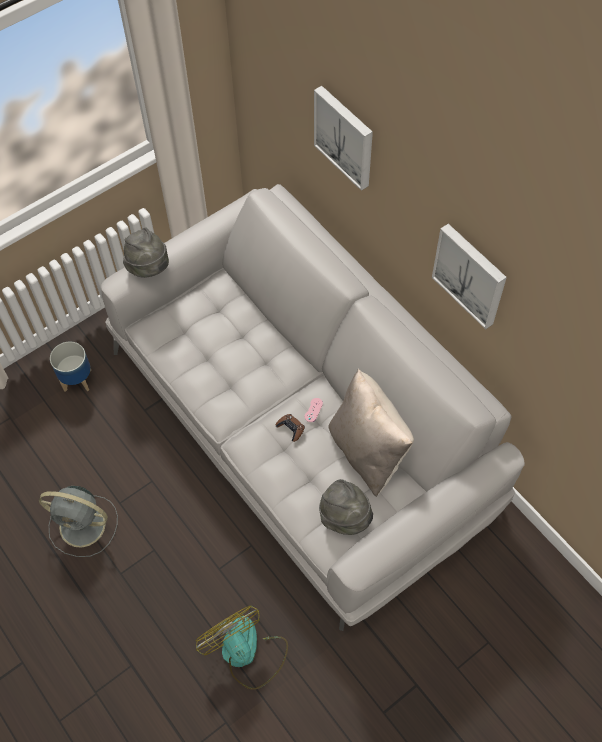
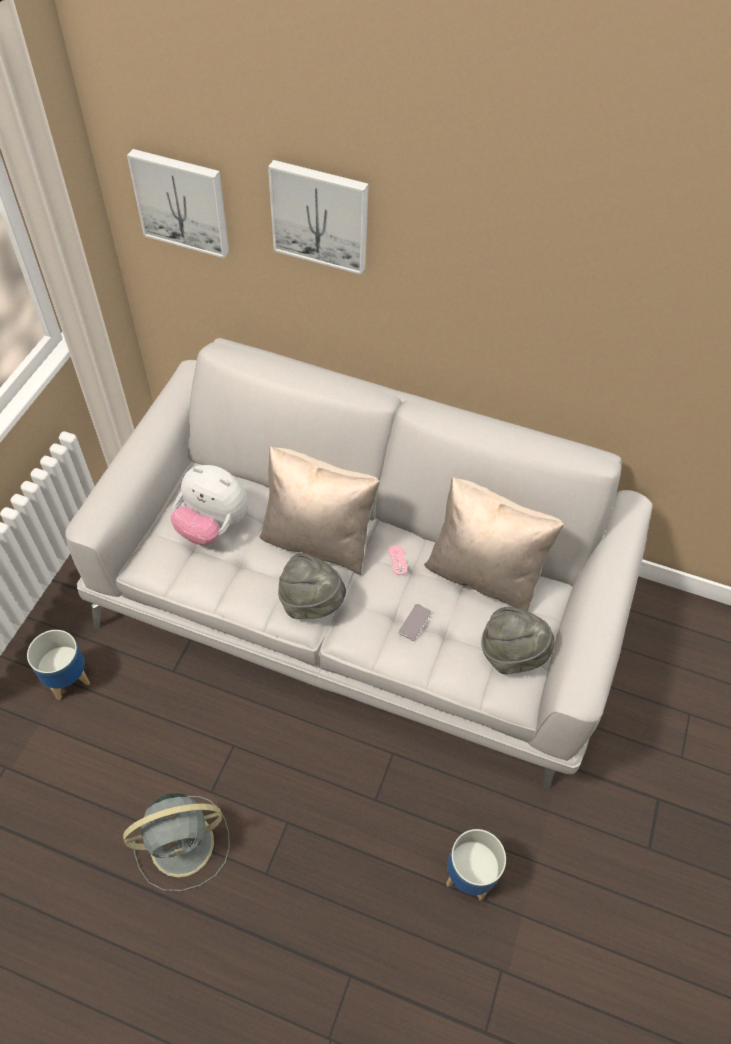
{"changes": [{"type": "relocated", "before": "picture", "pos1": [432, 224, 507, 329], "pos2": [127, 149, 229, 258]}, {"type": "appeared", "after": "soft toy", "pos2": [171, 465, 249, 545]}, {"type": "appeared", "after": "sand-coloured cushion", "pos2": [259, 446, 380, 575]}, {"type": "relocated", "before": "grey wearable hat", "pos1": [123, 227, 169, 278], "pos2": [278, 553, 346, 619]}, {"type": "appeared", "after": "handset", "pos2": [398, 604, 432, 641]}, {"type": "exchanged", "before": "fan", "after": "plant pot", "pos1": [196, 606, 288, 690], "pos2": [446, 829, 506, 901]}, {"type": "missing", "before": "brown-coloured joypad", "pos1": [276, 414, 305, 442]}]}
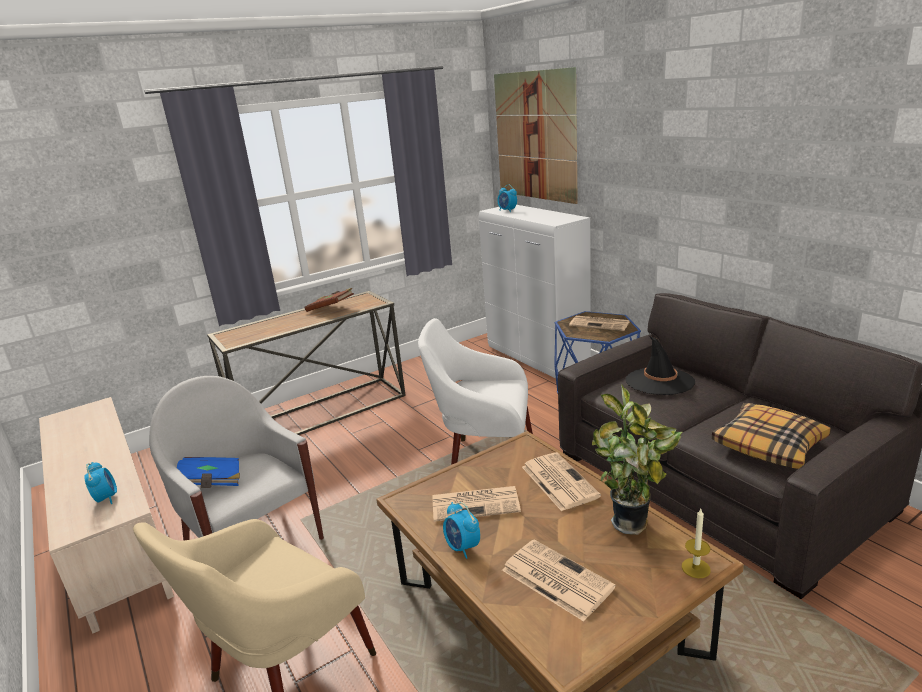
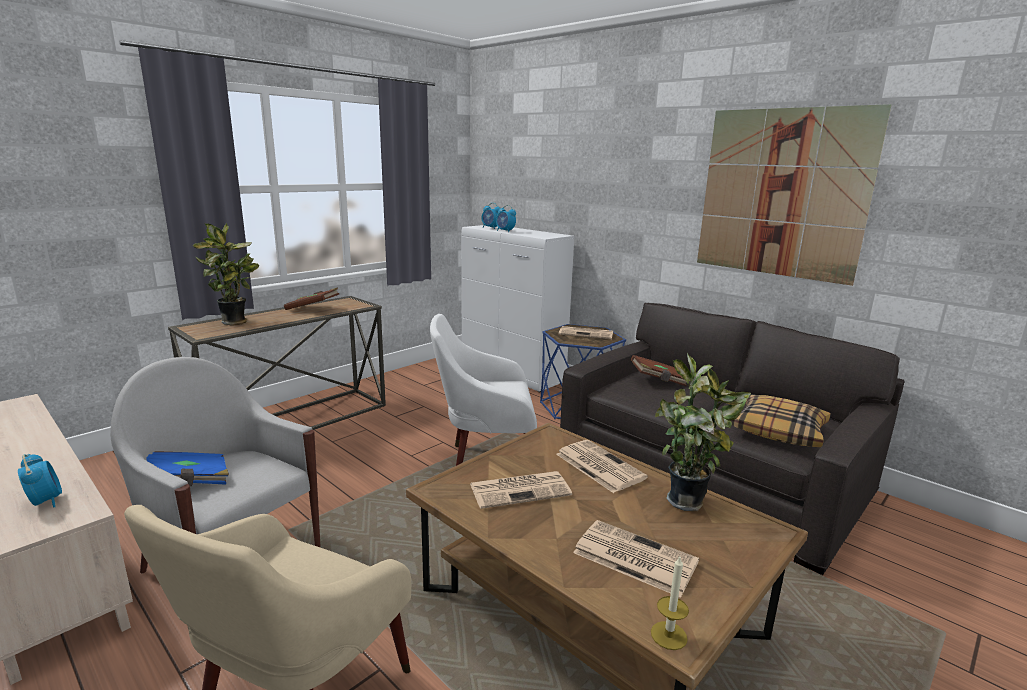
{"changes": [{"type": "appeared", "after": "potted plant", "pos2": [193, 223, 259, 325]}, {"type": "relocated", "before": "alarm clock", "pos1": [443, 502, 480, 559], "pos2": [496, 205, 516, 232]}, {"type": "exchanged", "before": "black wearable hat", "after": "brown-coloured book", "pos1": [626, 336, 695, 395], "pos2": [631, 355, 687, 386]}, {"type": "relocated", "before": "wax light", "pos1": [682, 509, 711, 578], "pos2": [651, 557, 689, 650]}, {"type": "relocated", "before": "picture", "pos1": [494, 67, 578, 204], "pos2": [697, 104, 891, 286]}]}
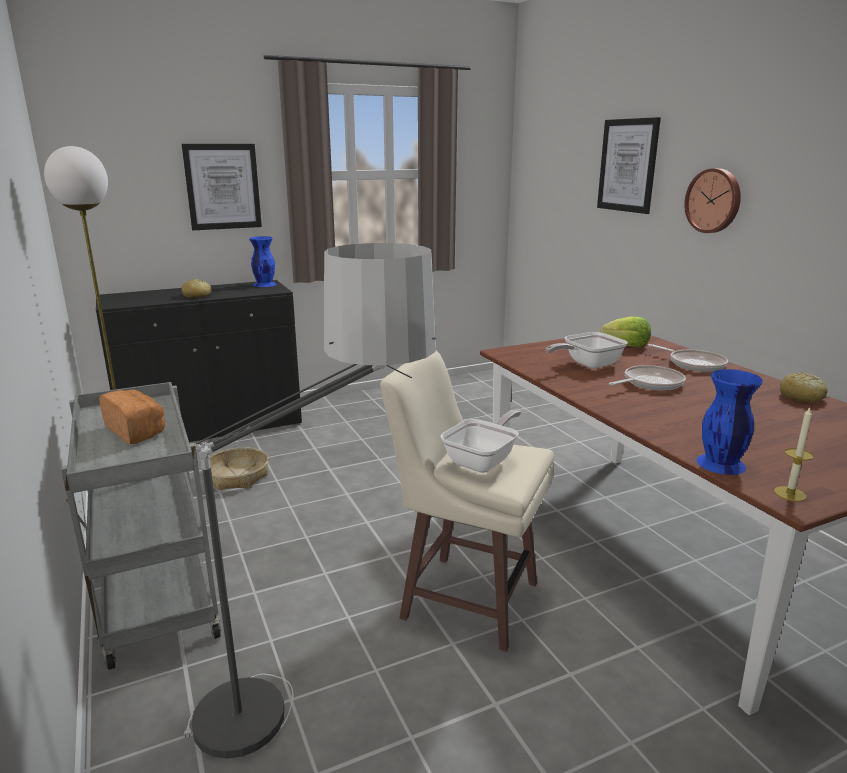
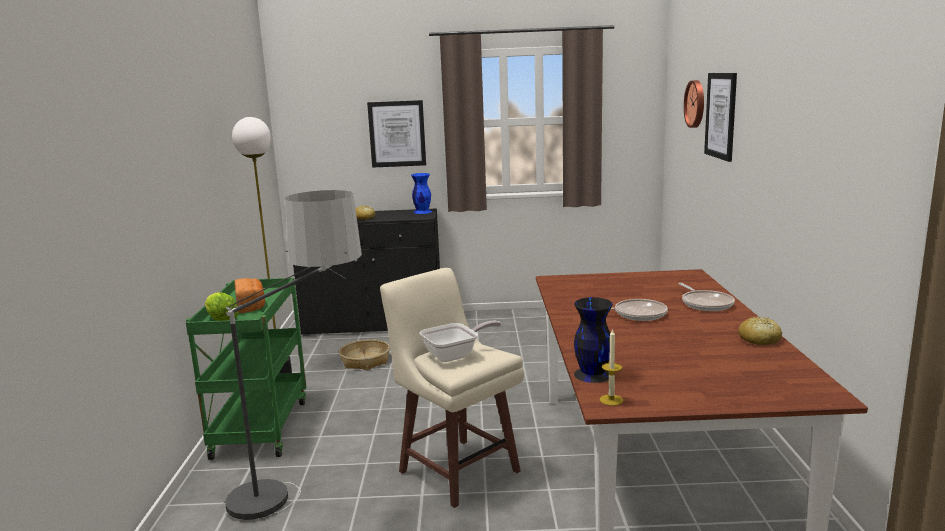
{"changes": [{"type": "colour", "before": "grey cart", "after": "green cart", "pos1": [61, 382, 221, 670], "pos2": [186, 278, 306, 460]}, {"type": "relocated", "before": "lettuce", "pos1": [601, 316, 651, 347], "pos2": [205, 292, 239, 321]}, {"type": "colour", "before": "blue-coloured decorative vase", "after": "black decorative vase", "pos1": [696, 369, 763, 475], "pos2": [574, 297, 613, 383]}, {"type": "relocated", "before": "clock on the wall", "pos1": [684, 168, 741, 233], "pos2": [684, 80, 704, 128]}, {"type": "missing", "before": "pan", "pos1": [546, 332, 628, 368]}]}
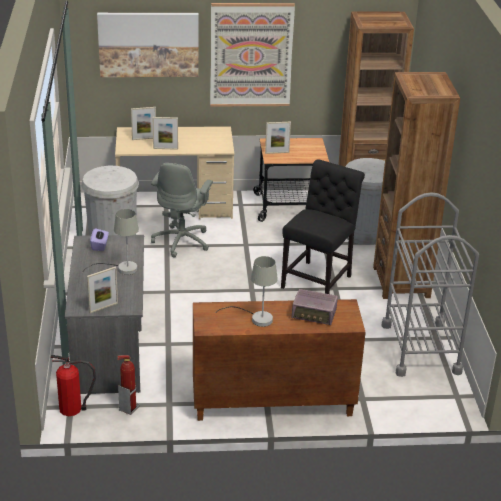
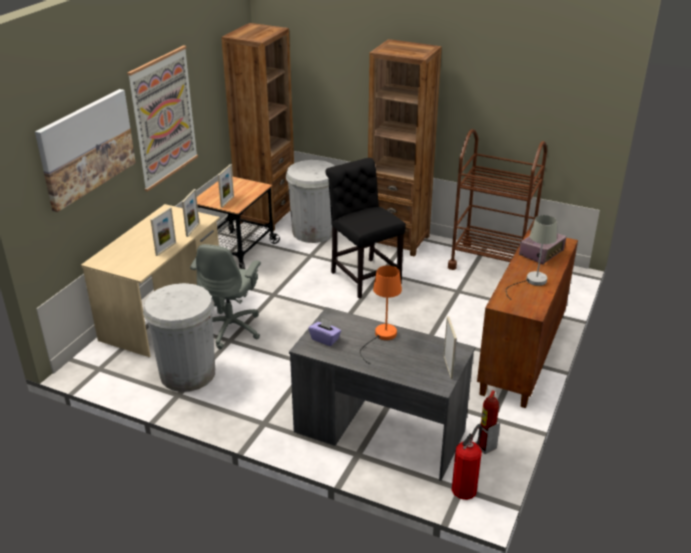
{"changes": [{"type": "relocated", "before": "picture frame", "pos1": [131, 107, 156, 140], "pos2": [182, 189, 200, 237]}, {"type": "spun", "before": "grey desk chair", "pos1": [151, 163, 213, 258], "pos2": [190, 244, 261, 349], "turn": 60}, {"type": "colour", "before": "grey table lamp", "after": "orange table lamp", "pos1": [83, 209, 139, 275], "pos2": [360, 265, 402, 364]}, {"type": "colour", "before": "grey cart", "after": "brown-coloured cart", "pos1": [381, 192, 479, 377], "pos2": [448, 129, 547, 270]}]}
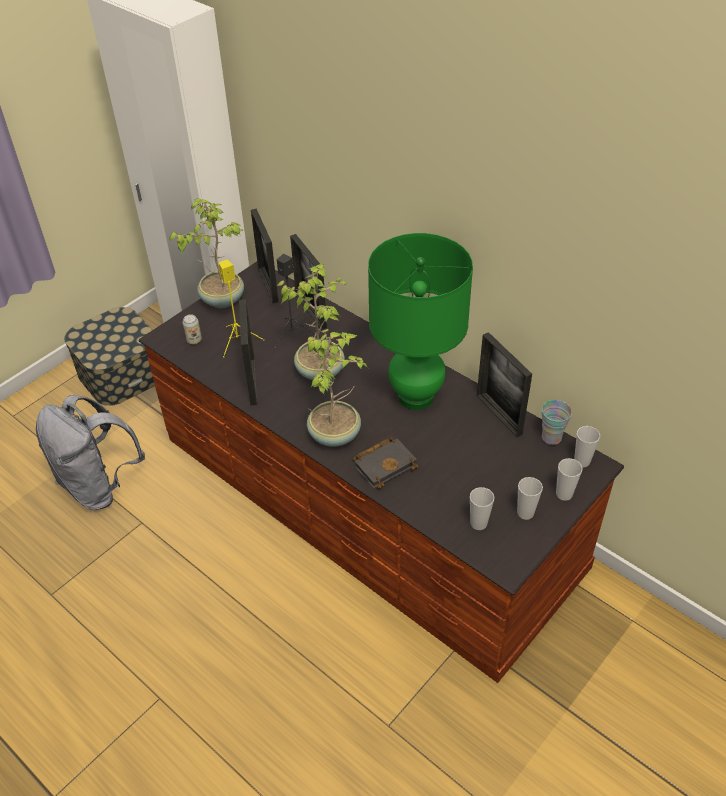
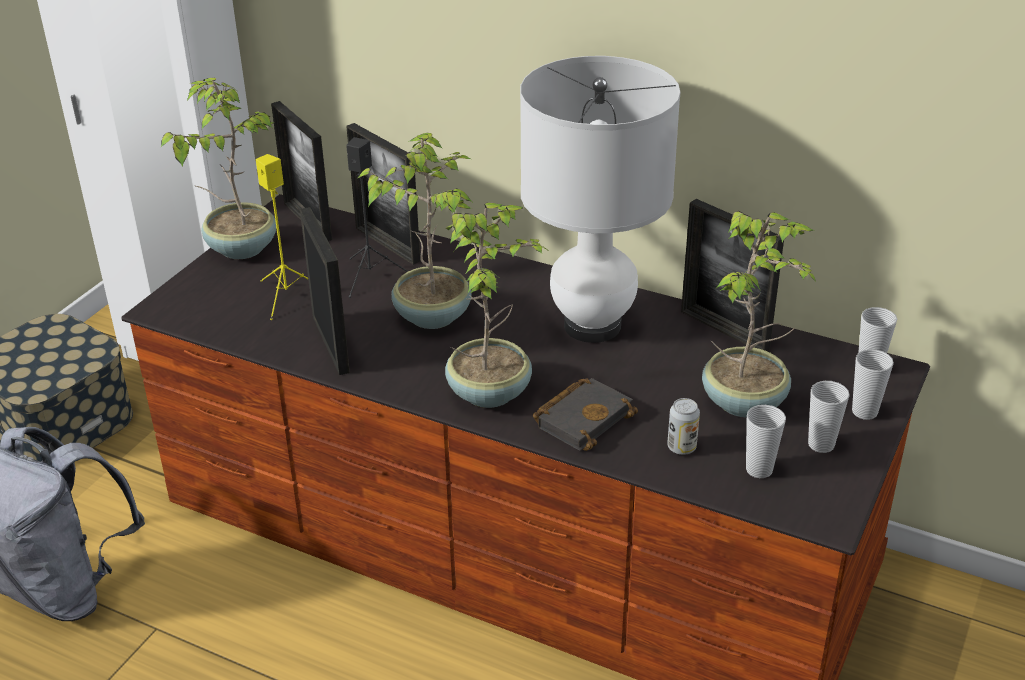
{"changes": [{"type": "colour", "before": "green table lamp", "after": "white-coloured table lamp", "pos1": [368, 233, 473, 410], "pos2": [520, 56, 680, 343]}, {"type": "relocated", "before": "can", "pos1": [183, 314, 202, 344], "pos2": [667, 398, 700, 455]}, {"type": "appeared", "after": "potted plant", "pos2": [702, 211, 816, 417]}, {"type": "missing", "before": "cup", "pos1": [542, 400, 572, 445]}]}
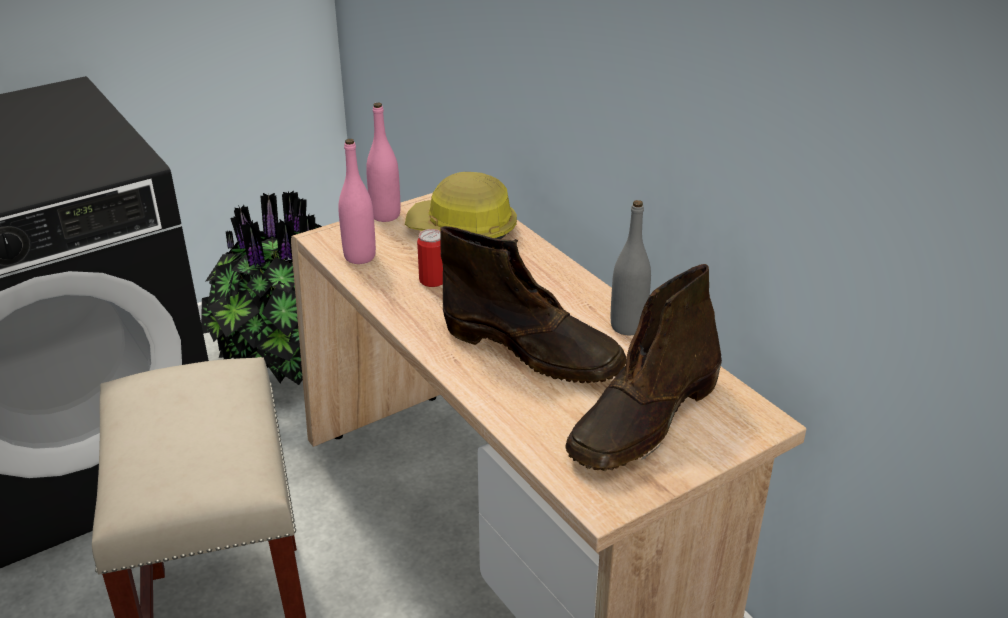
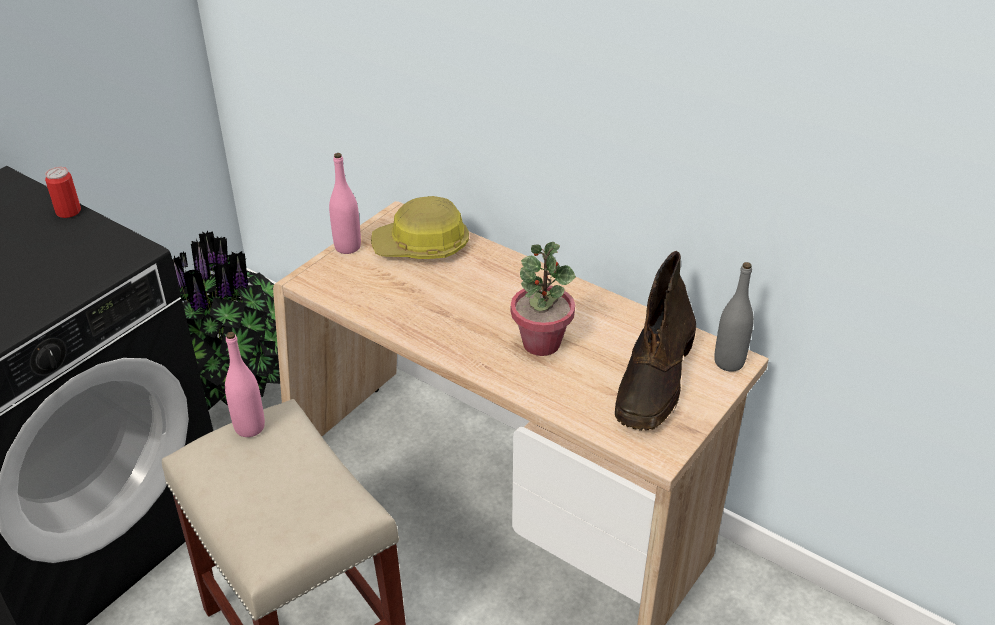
{"changes": [{"type": "relocated", "before": "can", "pos1": [417, 229, 443, 287], "pos2": [45, 167, 81, 218]}, {"type": "relocated", "before": "pink-coloured drink bottle", "pos1": [338, 139, 376, 264], "pos2": [225, 332, 265, 437]}, {"type": "exchanged", "before": "brown-coloured high-top boot", "after": "potted plant", "pos1": [440, 226, 626, 383], "pos2": [511, 242, 576, 356]}, {"type": "relocated", "before": "grey drink bottle", "pos1": [611, 200, 651, 335], "pos2": [714, 262, 754, 372]}]}
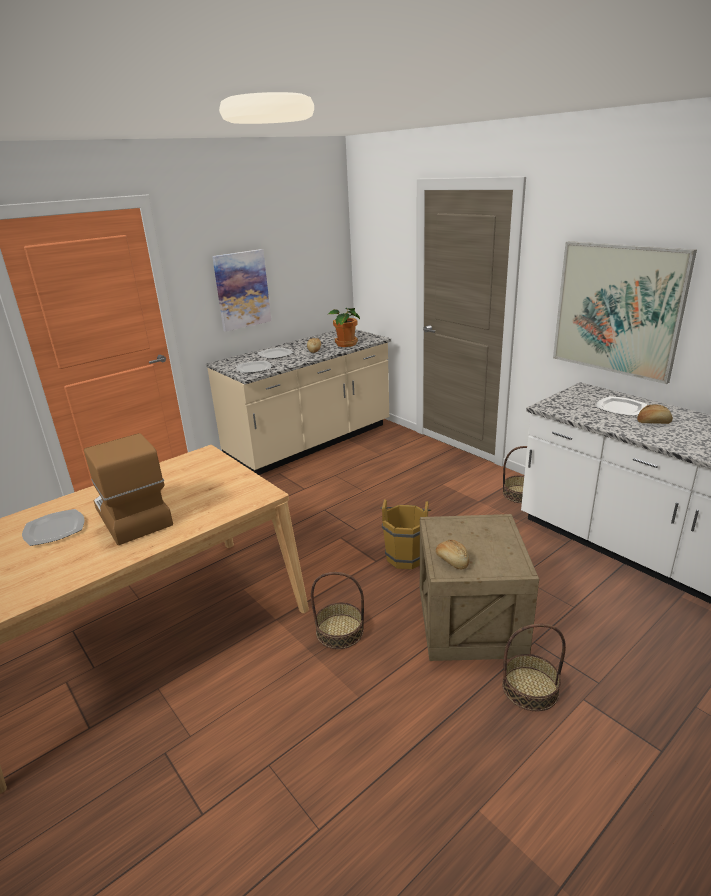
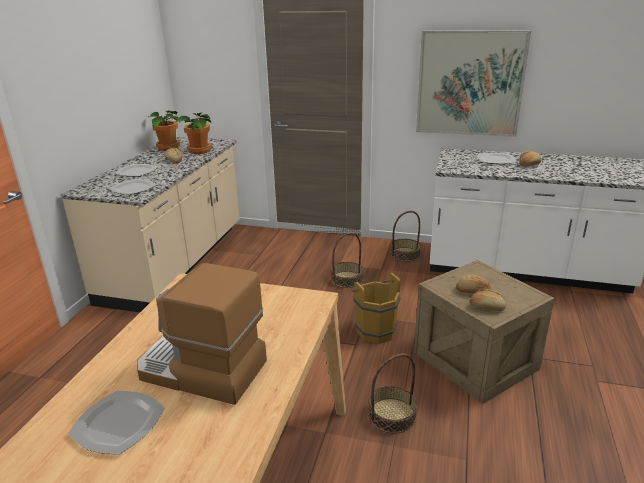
{"changes": [{"type": "appeared", "after": "potted plant", "pos2": [149, 110, 180, 151]}, {"type": "relocated", "before": "basket", "pos1": [502, 624, 566, 711], "pos2": [330, 233, 364, 288]}, {"type": "appeared", "after": "baked bread", "pos2": [456, 274, 491, 293]}, {"type": "missing", "before": "picture", "pos1": [212, 249, 271, 332]}]}
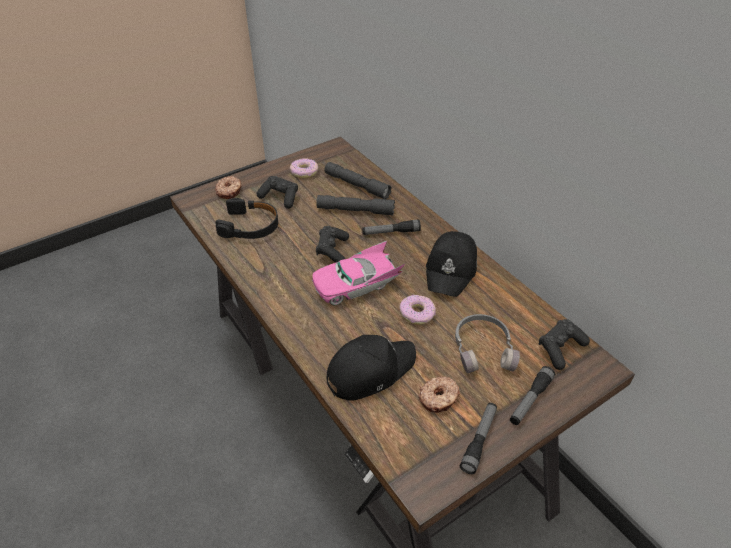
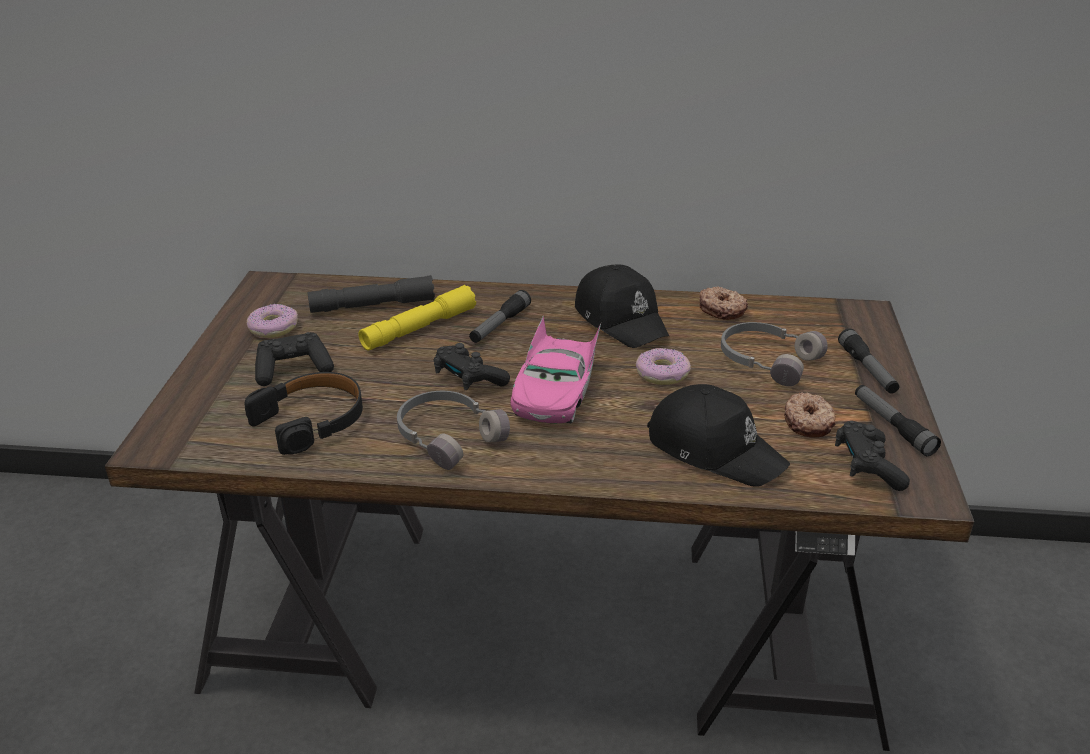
{"changes": [{"type": "colour", "before": "grey torch", "after": "yellowish torch", "pos1": [317, 195, 395, 215], "pos2": [359, 285, 476, 350]}, {"type": "appeared", "after": "grey headset", "pos2": [397, 391, 510, 470]}, {"type": "spun", "before": "black baseball cap", "pos1": [327, 335, 416, 401], "pos2": [647, 384, 790, 487], "turn": 120}, {"type": "relocated", "before": "doughnut", "pos1": [215, 176, 242, 199], "pos2": [699, 286, 748, 320]}, {"type": "relocated", "before": "black joypad", "pos1": [539, 319, 590, 370], "pos2": [835, 421, 910, 491]}]}
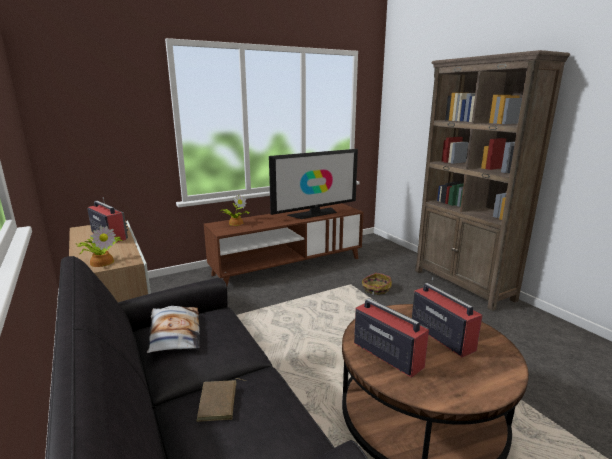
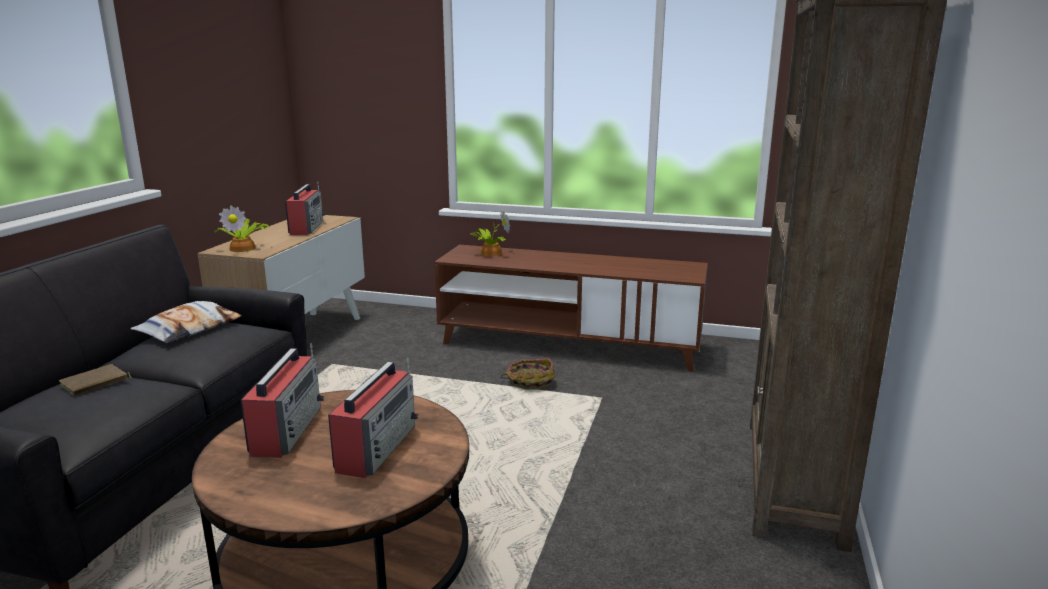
{"changes": [{"type": "relocated", "before": "basket", "pos1": [362, 273, 392, 295], "pos2": [500, 358, 555, 390]}, {"type": "missing", "before": "TV", "pos1": [269, 149, 358, 219]}]}
